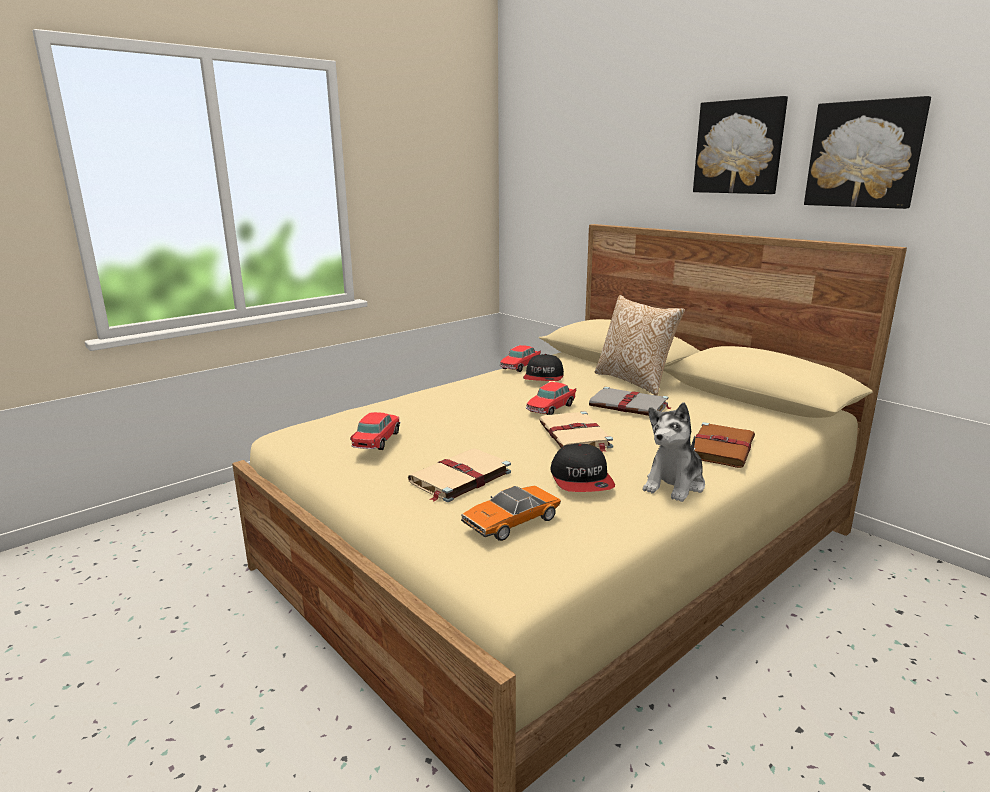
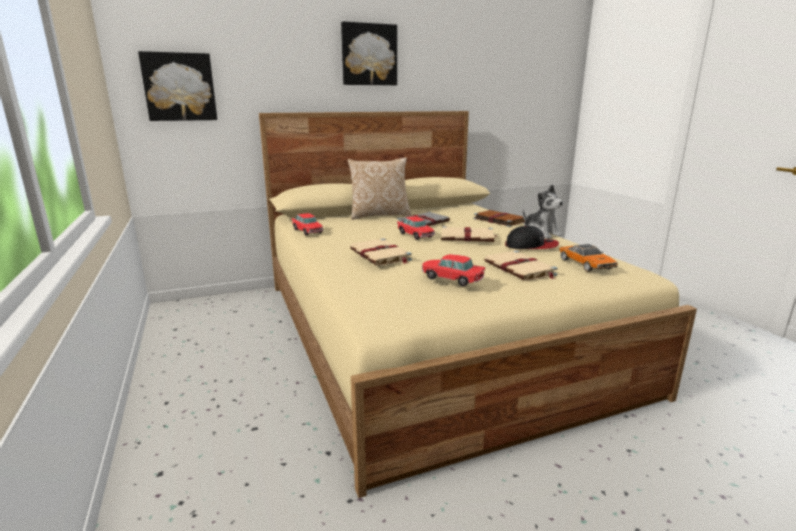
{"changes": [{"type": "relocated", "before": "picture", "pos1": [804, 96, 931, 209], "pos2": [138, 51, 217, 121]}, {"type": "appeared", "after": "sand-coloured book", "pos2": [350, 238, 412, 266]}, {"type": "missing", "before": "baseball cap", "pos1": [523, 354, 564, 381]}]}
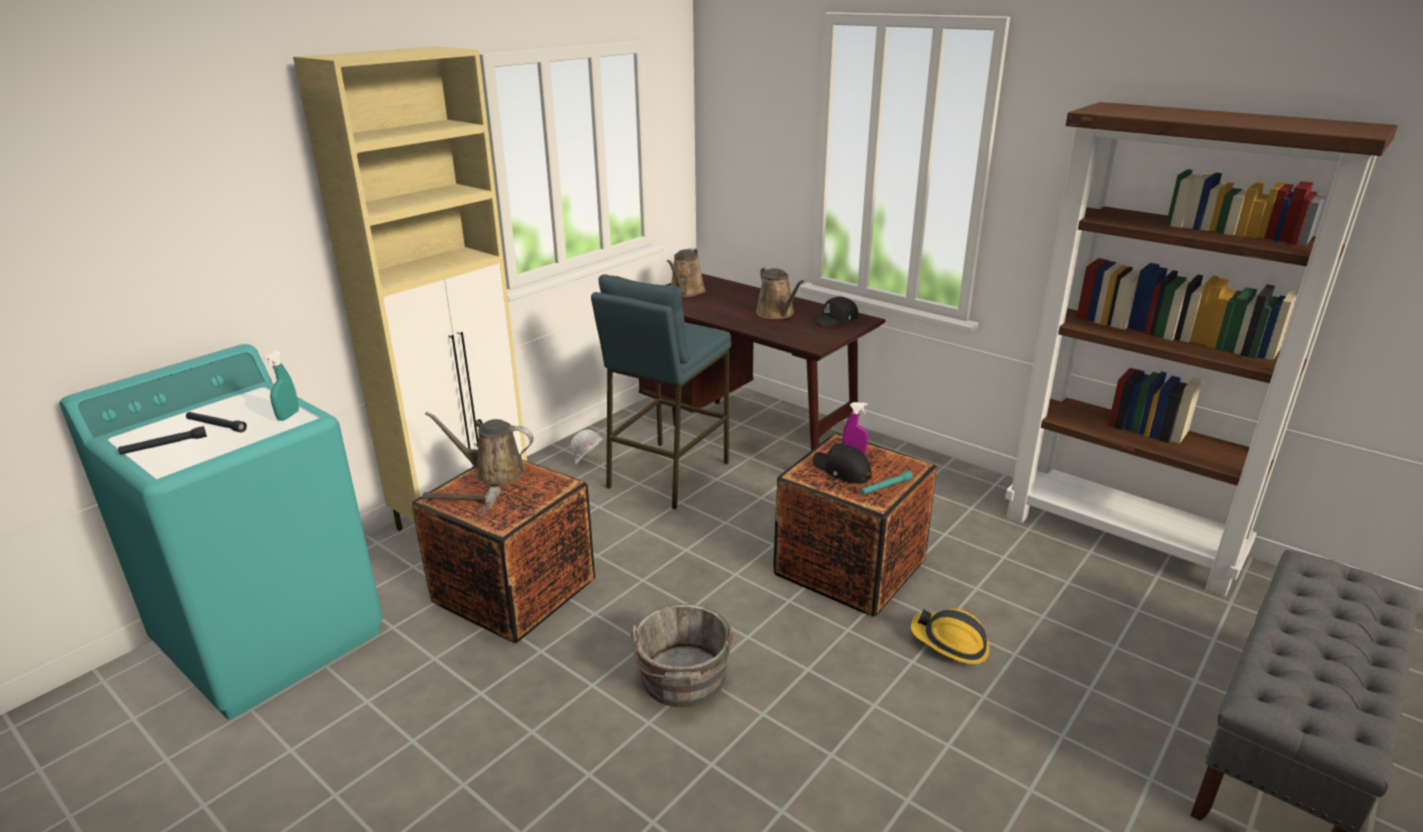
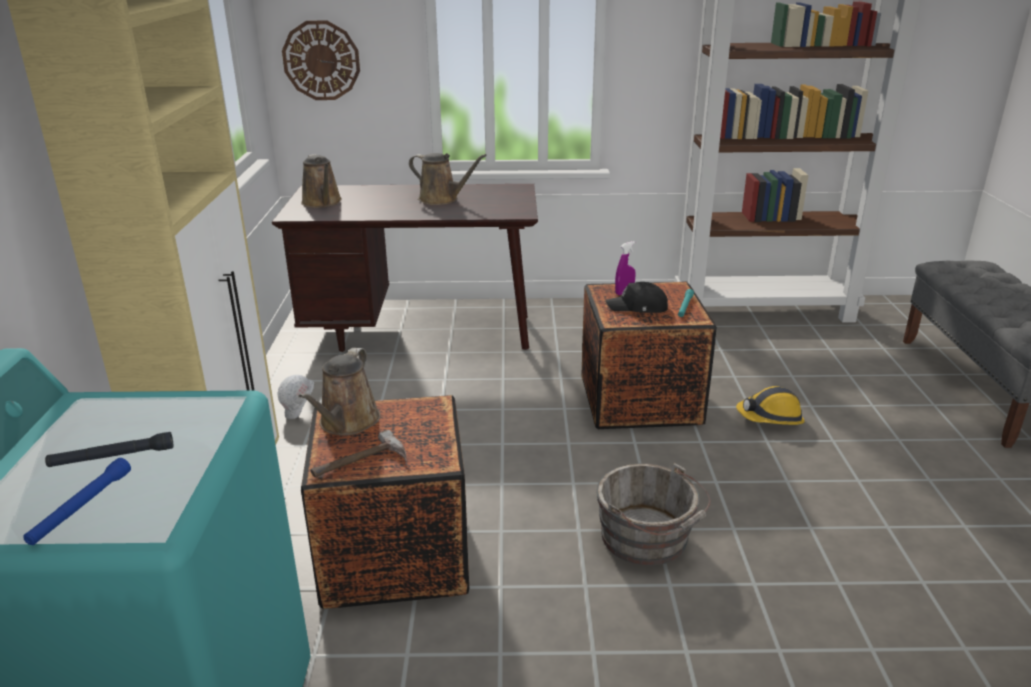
{"changes": [{"type": "colour", "before": "black torch", "after": "blue-coloured torch", "pos1": [118, 426, 207, 455], "pos2": [24, 458, 131, 545]}, {"type": "appeared", "after": "clock on the wall", "pos2": [282, 20, 360, 100]}, {"type": "spun", "before": "brown-coloured sprinkling can", "pos1": [425, 412, 534, 485], "pos2": [298, 348, 380, 436], "turn": -45}, {"type": "missing", "before": "blue-green sprayer", "pos1": [263, 350, 299, 421]}, {"type": "missing", "before": "blue-coloured stool", "pos1": [591, 274, 731, 509]}, {"type": "missing", "before": "black baseball cap", "pos1": [812, 296, 858, 327]}]}
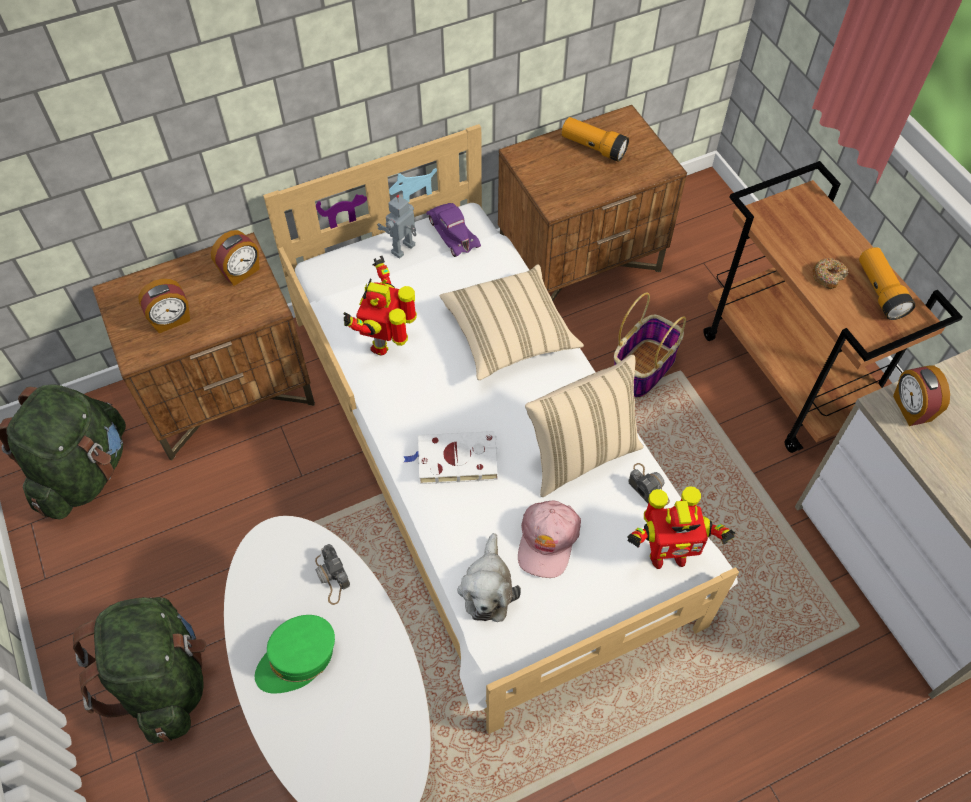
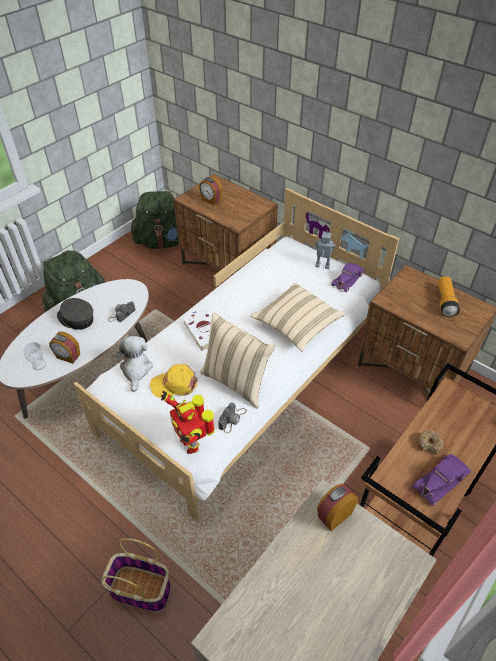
{"changes": [{"type": "appeared", "after": "cup", "pos2": [23, 342, 46, 370]}, {"type": "relocated", "before": "alarm clock", "pos1": [211, 230, 260, 286], "pos2": [49, 331, 80, 364]}, {"type": "colour", "before": "green baseball cap", "after": "grey baseball cap", "pos1": [255, 615, 335, 694], "pos2": [57, 298, 93, 330]}, {"type": "relocated", "before": "basket", "pos1": [614, 293, 686, 399], "pos2": [101, 538, 171, 612]}, {"type": "spun", "before": "soft toy", "pos1": [457, 533, 521, 622], "pos2": [115, 335, 153, 392], "turn": 105}, {"type": "colour", "before": "pink-coloured baseball cap", "after": "yellowish baseball cap", "pos1": [518, 501, 581, 578], "pos2": [150, 364, 198, 398]}, {"type": "exchanged", "before": "torch", "after": "purplish toy car", "pos1": [859, 247, 915, 320], "pos2": [412, 454, 471, 506]}, {"type": "missing", "before": "toy robot", "pos1": [344, 256, 417, 355]}]}
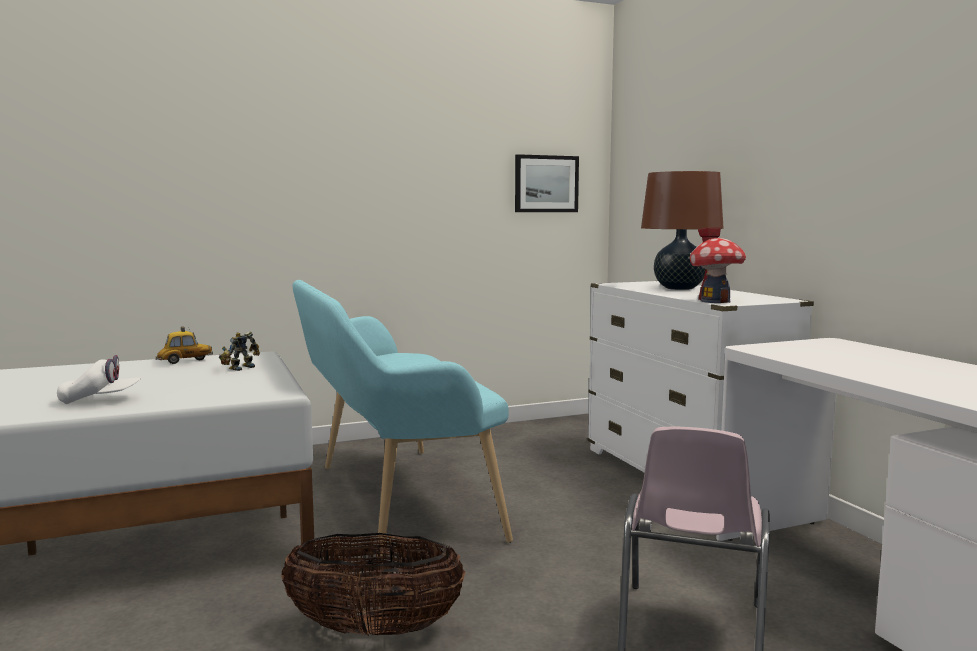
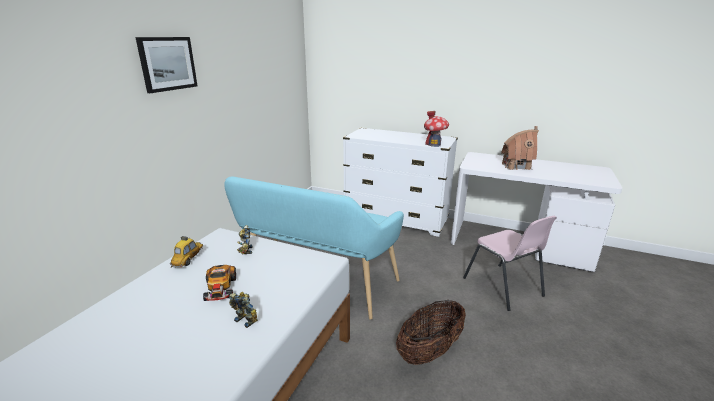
{"changes": [{"type": "relocated", "before": "picture", "pos1": [515, 154, 579, 212], "pos2": [135, 37, 198, 93]}, {"type": "appeared", "after": "toy car", "pos2": [203, 265, 236, 301]}, {"type": "exchanged", "before": "white-coloured baseball cap", "after": "toy robot", "pos1": [57, 355, 141, 404], "pos2": [229, 292, 258, 328]}, {"type": "appeared", "after": "toy house", "pos2": [501, 126, 539, 170]}, {"type": "missing", "before": "brown-coloured table lamp", "pos1": [641, 171, 724, 290]}]}
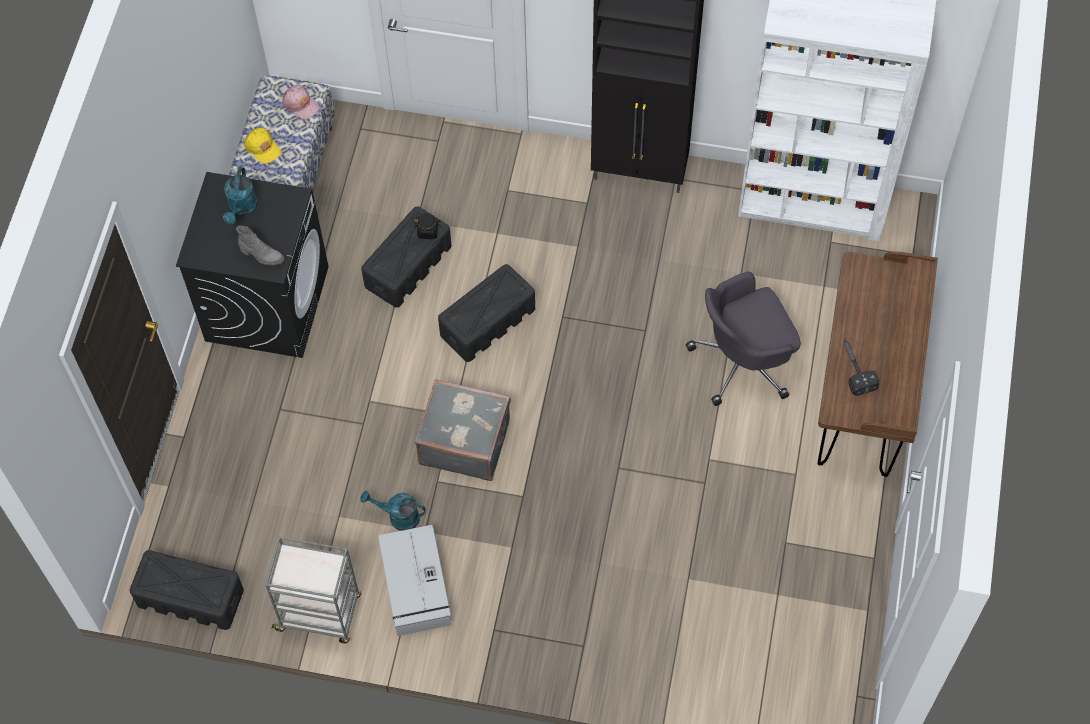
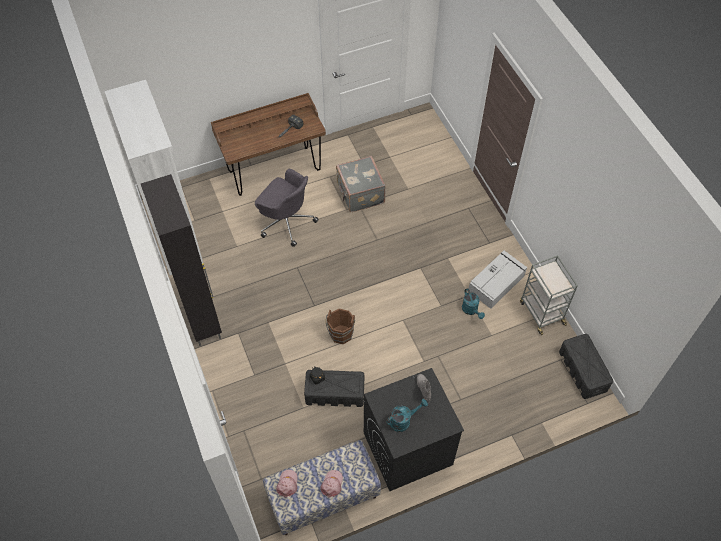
{"changes": [{"type": "colour", "before": "yellowish baseball cap", "after": "pink-coloured baseball cap", "pos1": [244, 128, 281, 164], "pos2": [320, 470, 343, 498]}, {"type": "exchanged", "before": "black storage box", "after": "brown-coloured bucket", "pos1": [438, 264, 535, 362], "pos2": [326, 309, 355, 344]}, {"type": "relocated", "before": "grey travel case", "pos1": [415, 379, 511, 481], "pos2": [336, 156, 386, 212]}]}
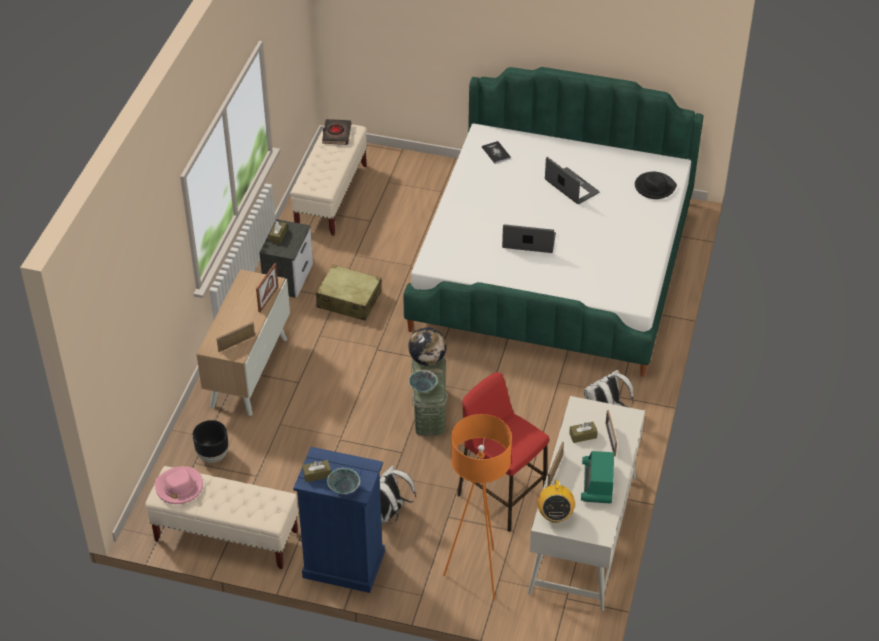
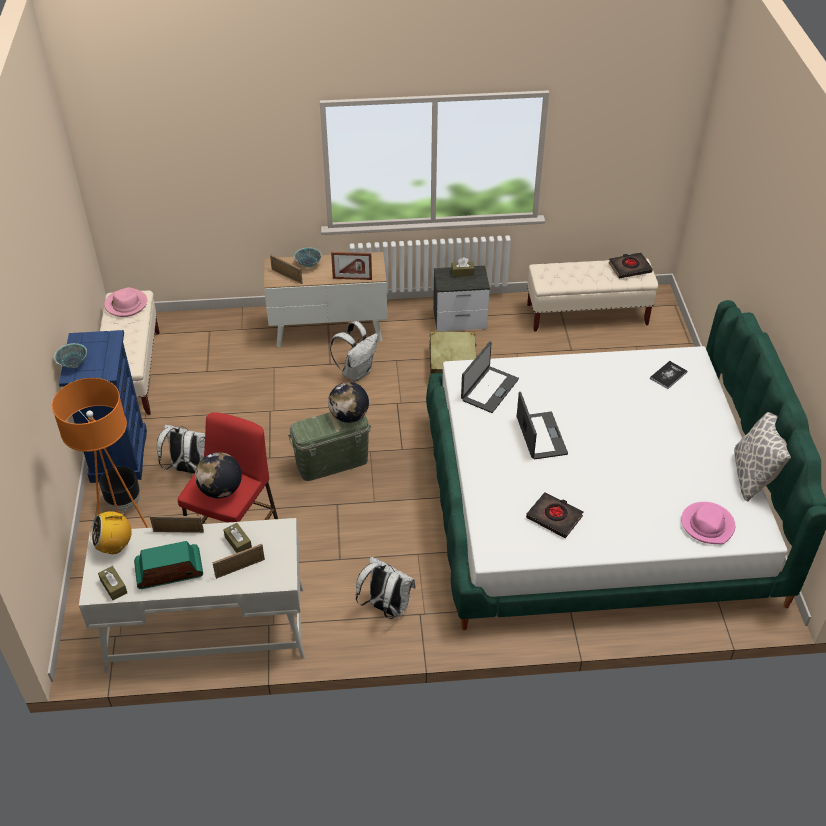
{"changes": [{"type": "relocated", "before": "brown-coloured box of tissues", "pos1": [302, 460, 331, 482], "pos2": [98, 566, 127, 600]}, {"type": "relocated", "before": "black plant pot", "pos1": [193, 420, 228, 463], "pos2": [99, 466, 140, 511]}, {"type": "appeared", "after": "desk globe", "pos2": [195, 452, 242, 498]}, {"type": "relocated", "before": "deep dish", "pos1": [409, 370, 437, 392], "pos2": [294, 247, 322, 268]}, {"type": "appeared", "after": "white-coloured knapsack", "pos2": [330, 321, 378, 382]}, {"type": "relocated", "before": "notebook computer", "pos1": [545, 157, 599, 204], "pos2": [461, 342, 519, 413]}, {"type": "appeared", "after": "black book", "pos2": [526, 492, 584, 538]}, {"type": "colour", "before": "black wearable hat", "after": "pink-coloured wearable hat", "pos1": [635, 172, 677, 199], "pos2": [681, 502, 735, 544]}, {"type": "appeared", "after": "cushion", "pos2": [734, 412, 791, 502]}]}
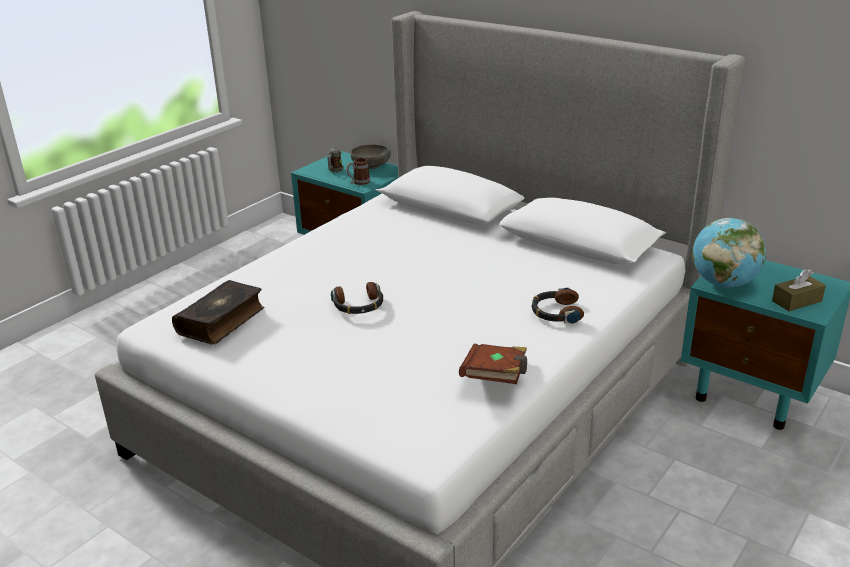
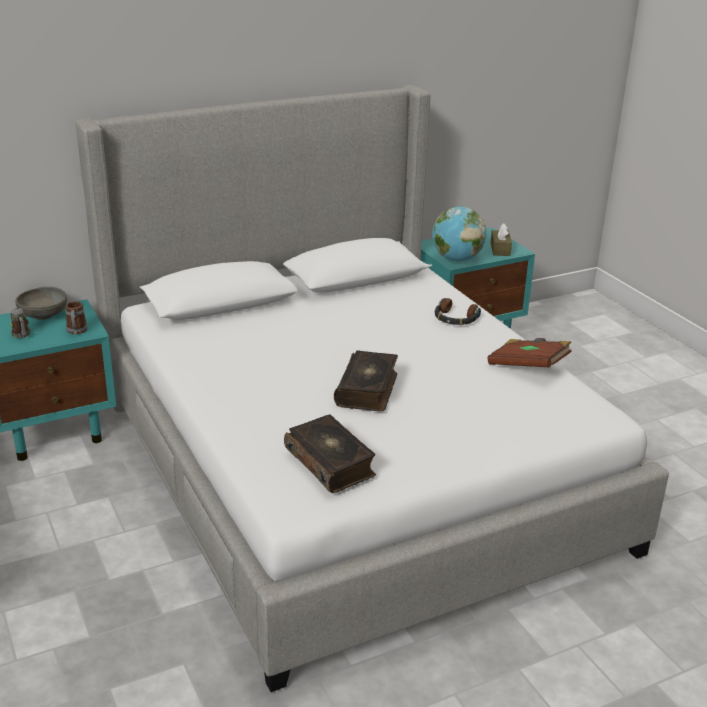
{"changes": [{"type": "exchanged", "before": "headset", "after": "book", "pos1": [331, 282, 383, 314], "pos2": [334, 350, 398, 412]}]}
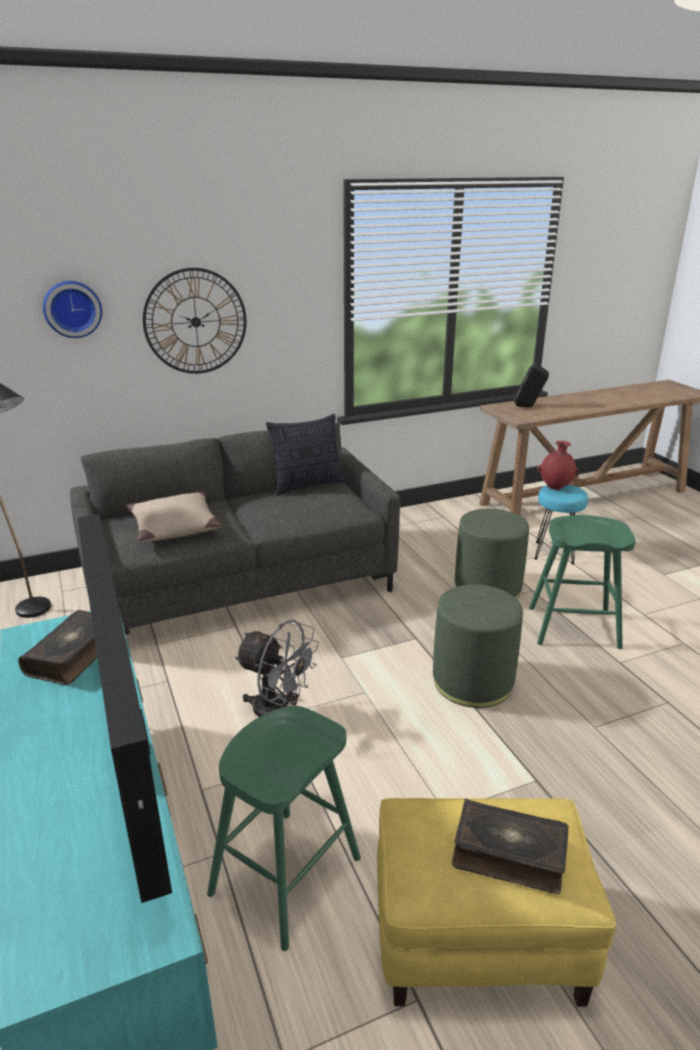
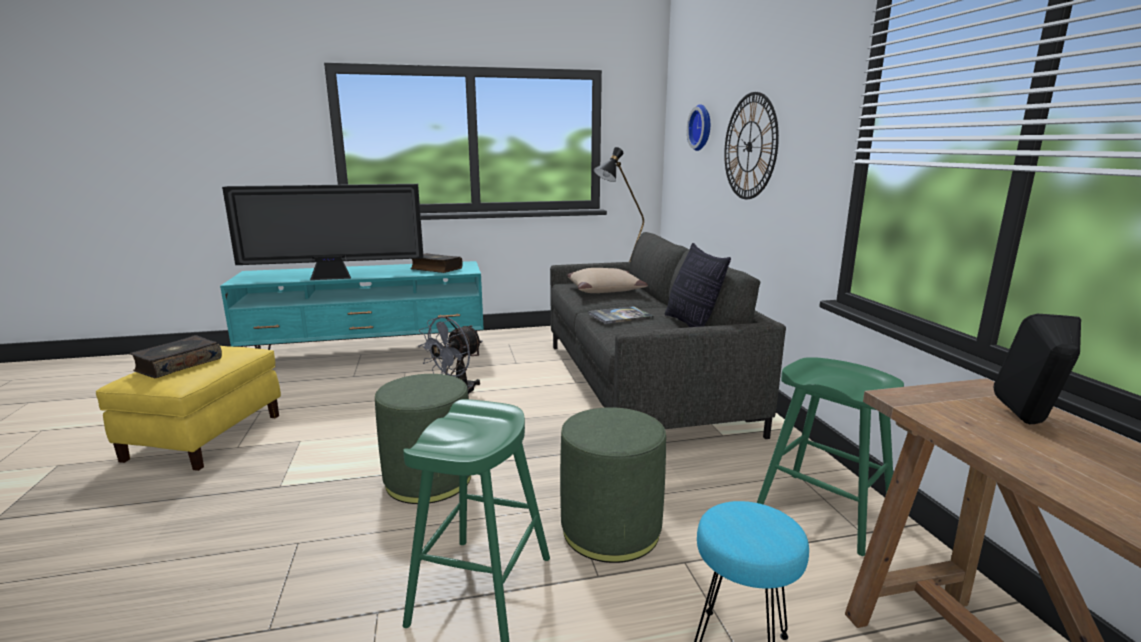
{"changes": [{"type": "appeared", "after": "book", "pos2": [588, 306, 654, 324]}, {"type": "relocated", "before": "green stool", "pos1": [207, 706, 361, 951], "pos2": [757, 357, 904, 556]}, {"type": "missing", "before": "red-coloured decorative vase", "pos1": [537, 441, 580, 490]}]}
